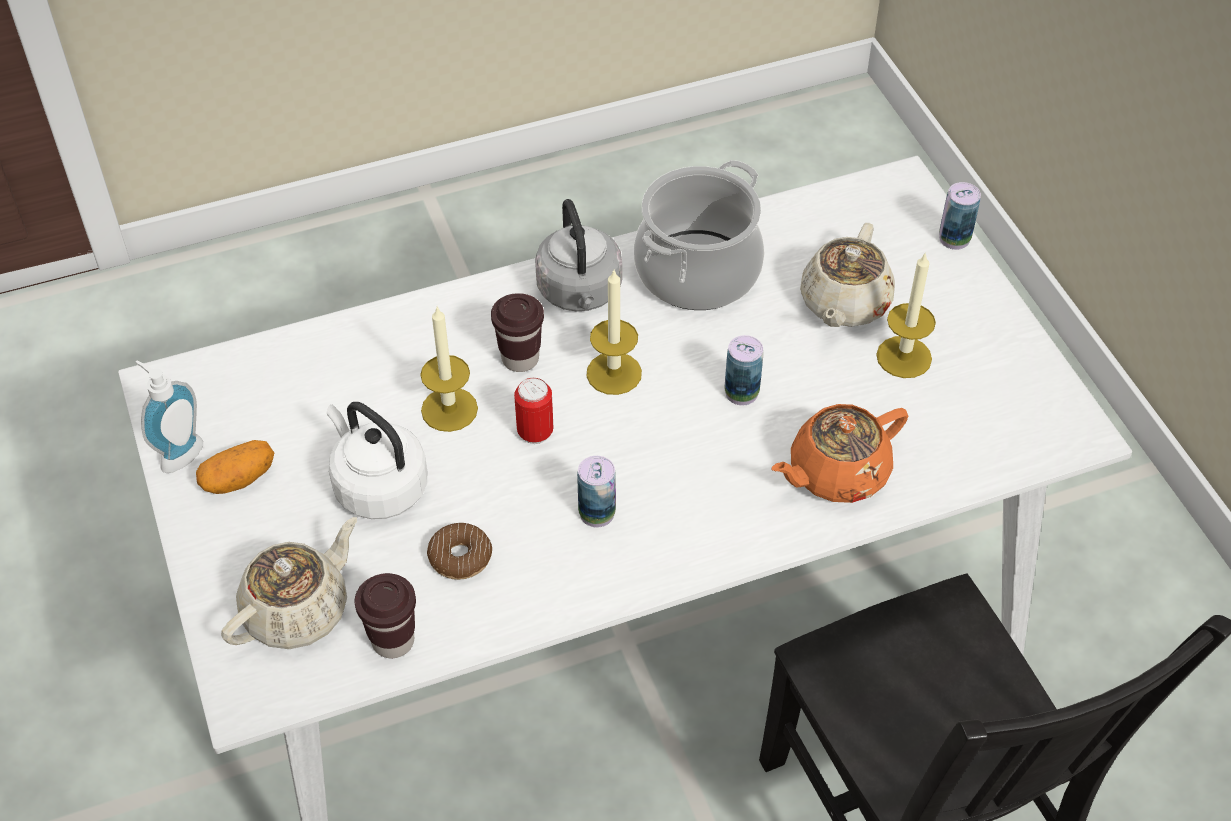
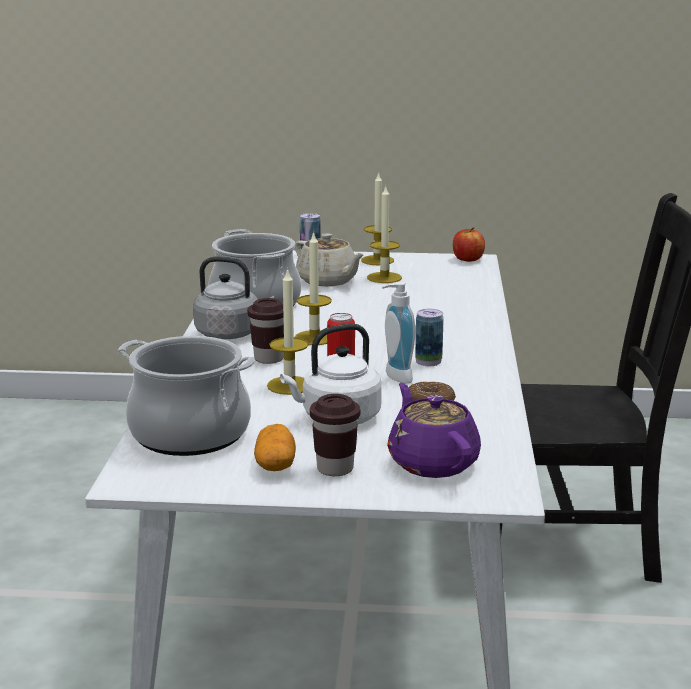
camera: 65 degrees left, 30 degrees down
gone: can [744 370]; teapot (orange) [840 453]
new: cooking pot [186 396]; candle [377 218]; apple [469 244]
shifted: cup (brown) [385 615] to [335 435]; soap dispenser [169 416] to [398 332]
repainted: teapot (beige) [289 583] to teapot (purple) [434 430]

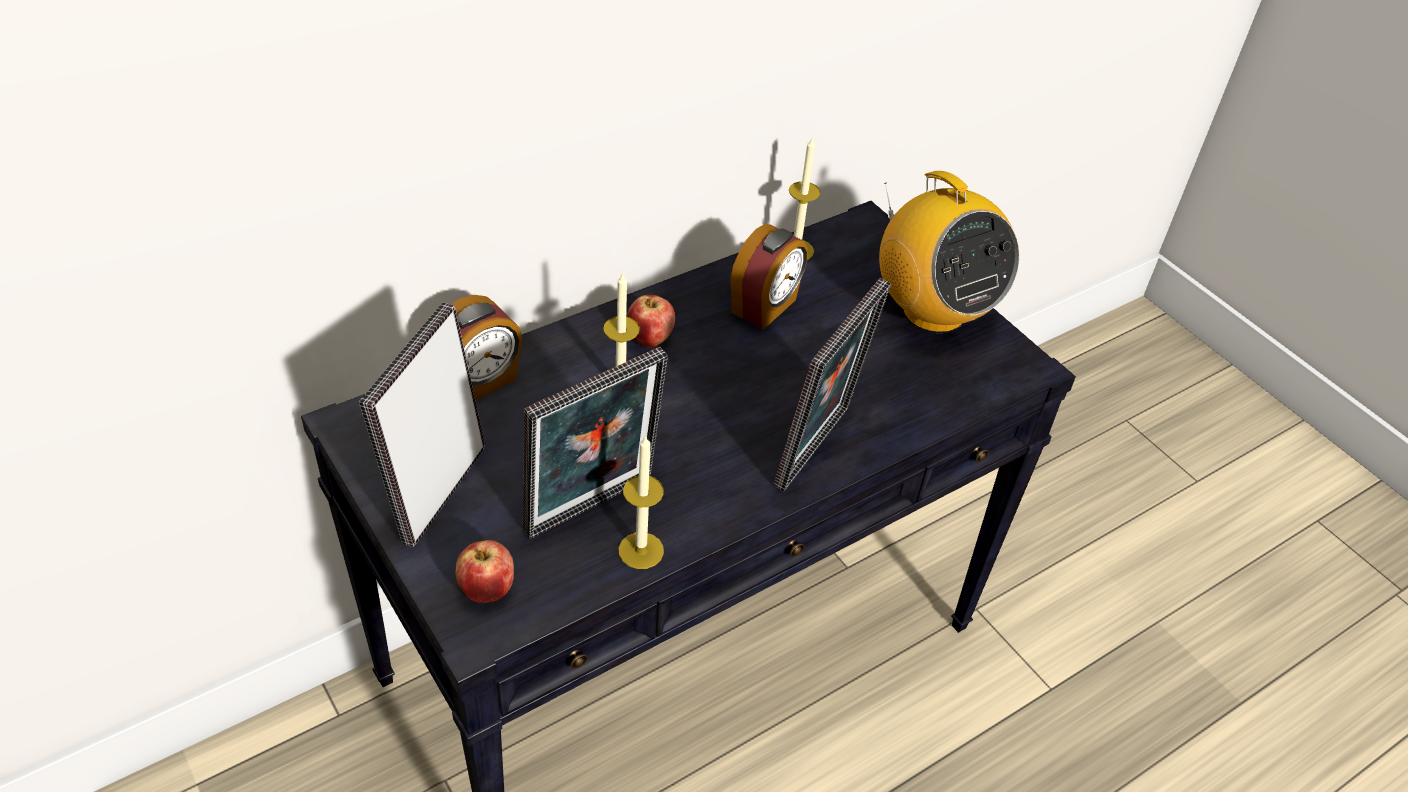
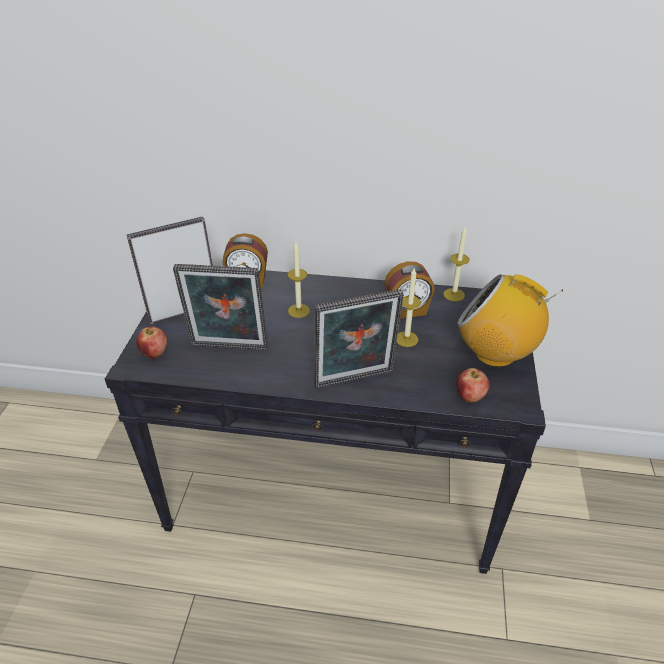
camera: 45 degrees right, 5 degrees down
shifted: candle [641 502] to [409 307]; apple [651 321] to [473 385]
rotated: radio [949 252] = [510 320] 105 degrees clockwise

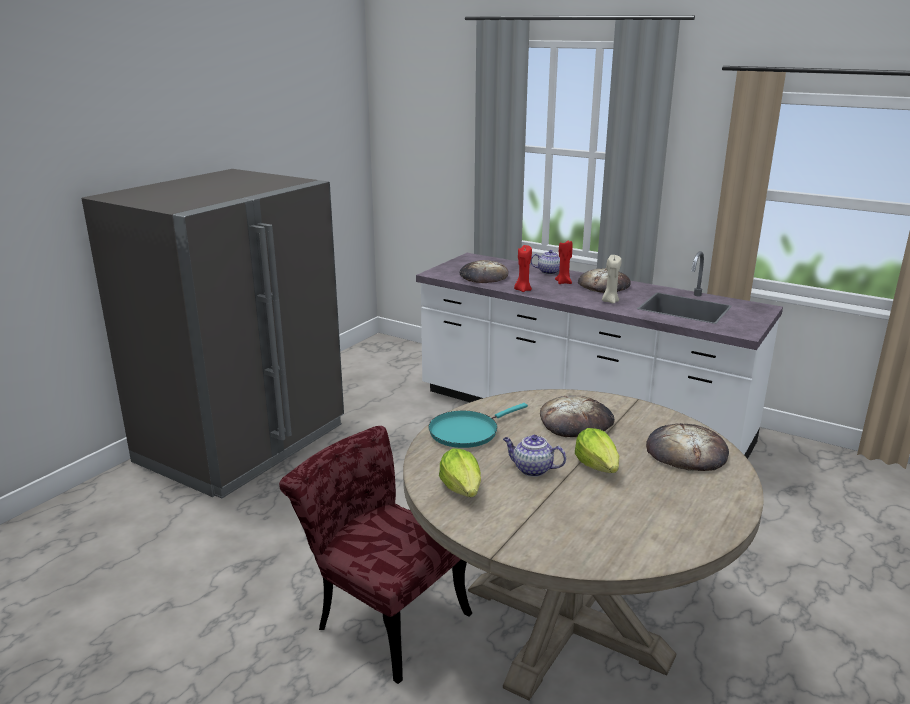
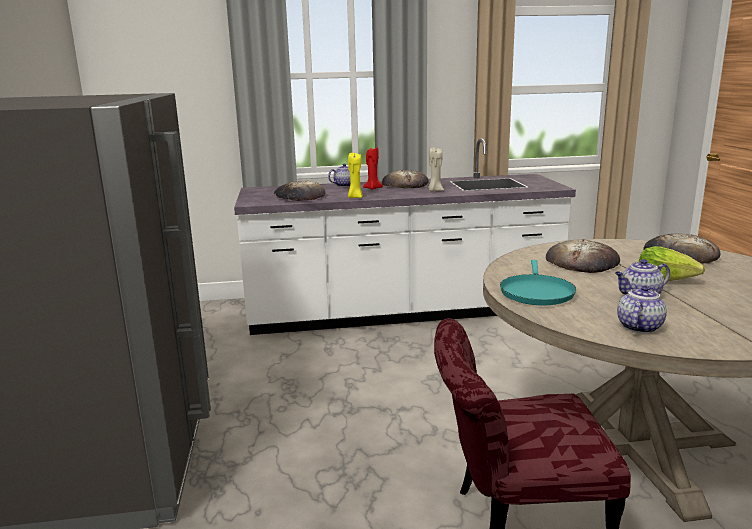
camera: 40 degrees left, 5 degrees down
swapped: lettuce [460 472] to teapot [642 309]
repainted: candle (red) [523 268] to candle (yellow) [355 175]

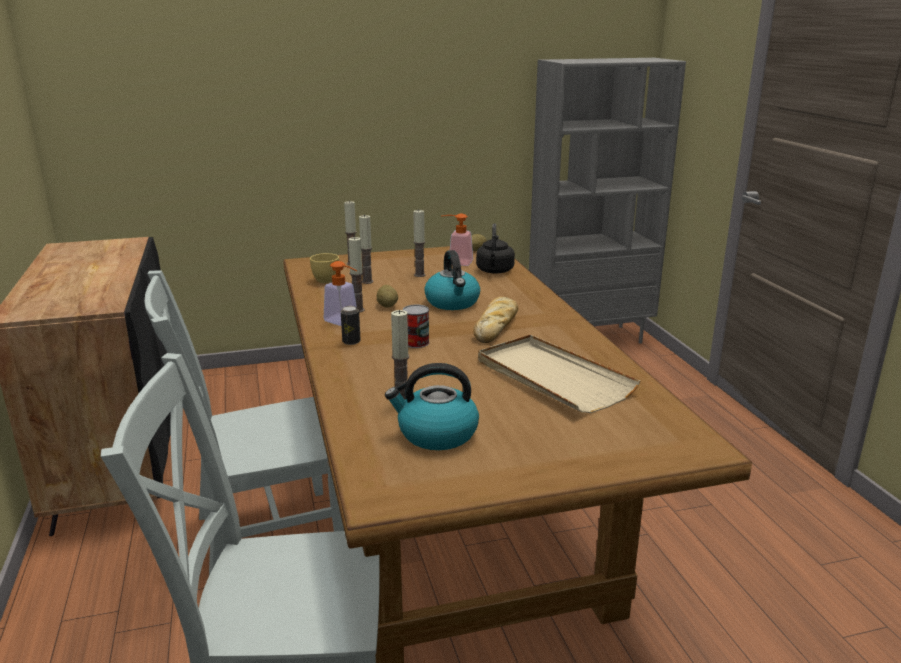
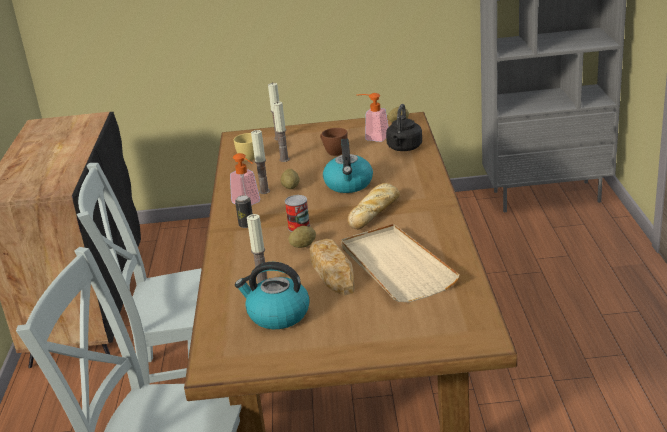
camera: 15 degrees right, 5 degrees up
new: potato [302 237]; bread [332 267]
swapped: candle [419 243] to cup (brown) [334 142]

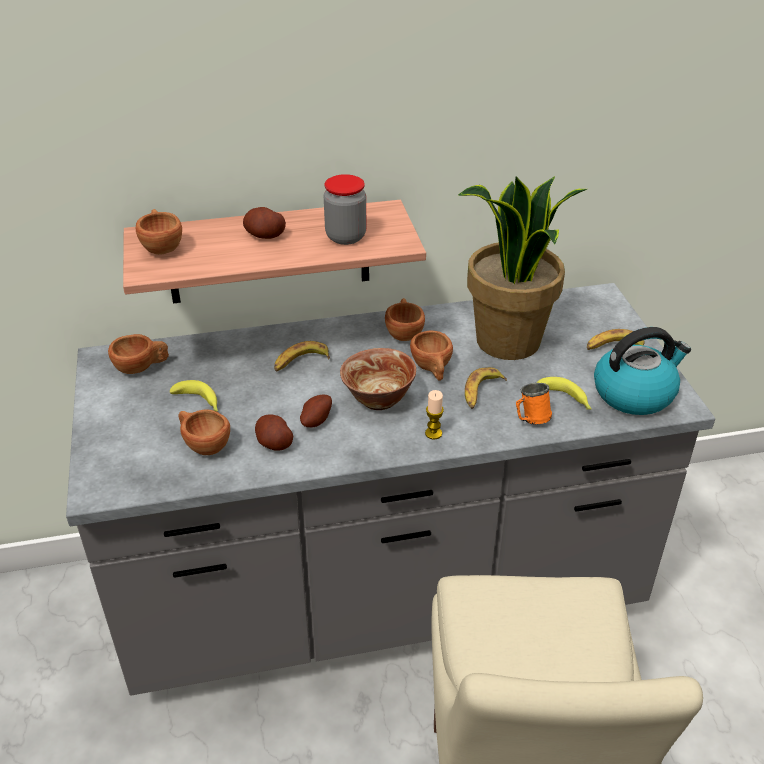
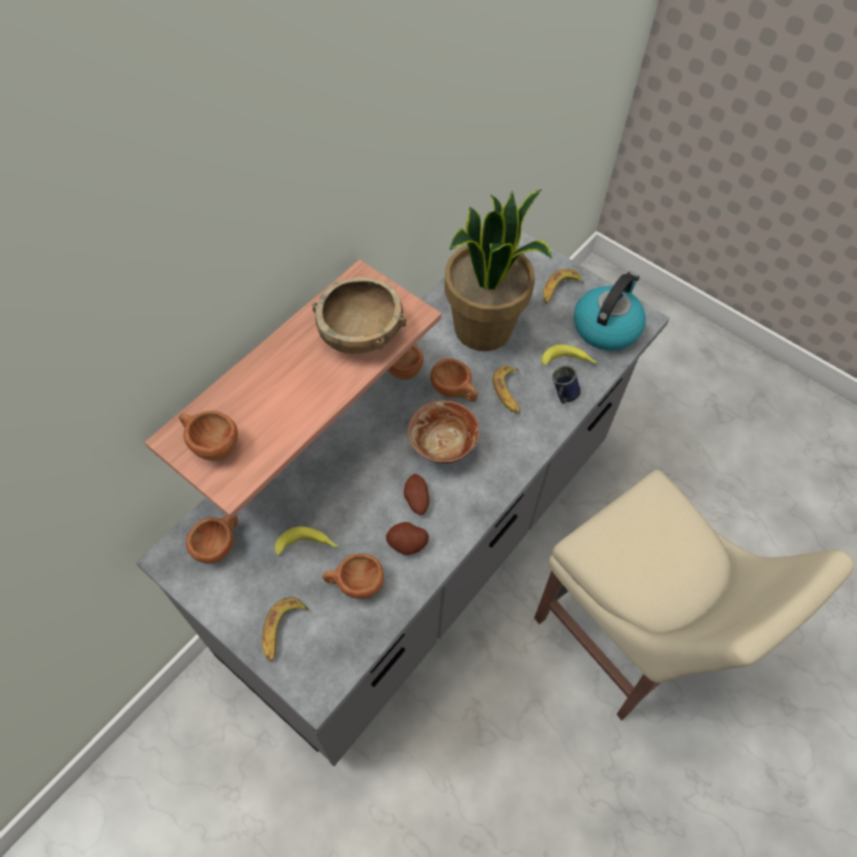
camera: 40 degrees left, 20 degrees up
gone: potato [264 223]; candle [434 414]
shifted: banana [302 356] to [285 629]
swapped: jar [345 209] to bowl (brown) [359 315]
repainted: mug (orange) [534 404] to mug (blue) [566 385]

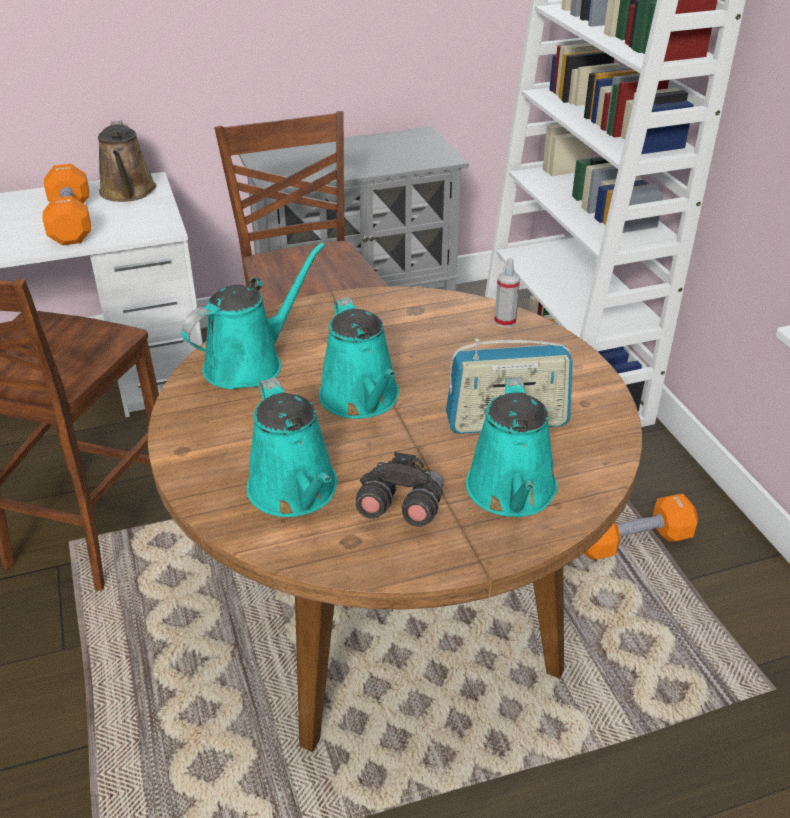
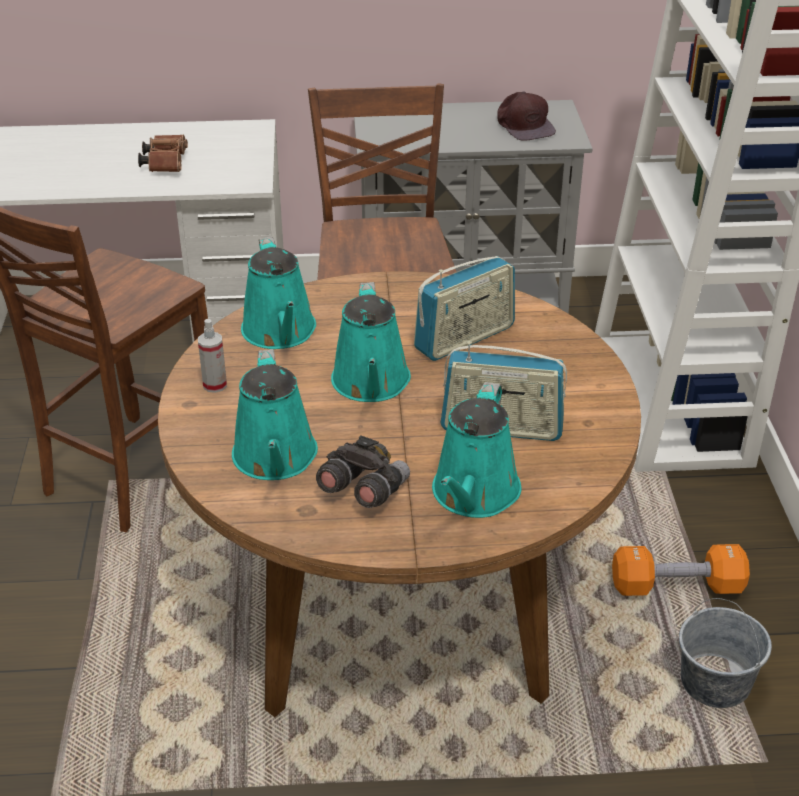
camera: 15 degrees right, 0 degrees up
gone: watering can (brown) [127 161]
new: radio [464 308]; cap (brown) [526 116]; bucket (grey) [725 653]
shifted: spray bottle [507 293] to [212 356]
swapped: dumbbell (orange) [67 204] to binoculars (brown) [163 153]
rotated: watering can (turquoise) [253 316] = [278 293] 105 degrees clockwise

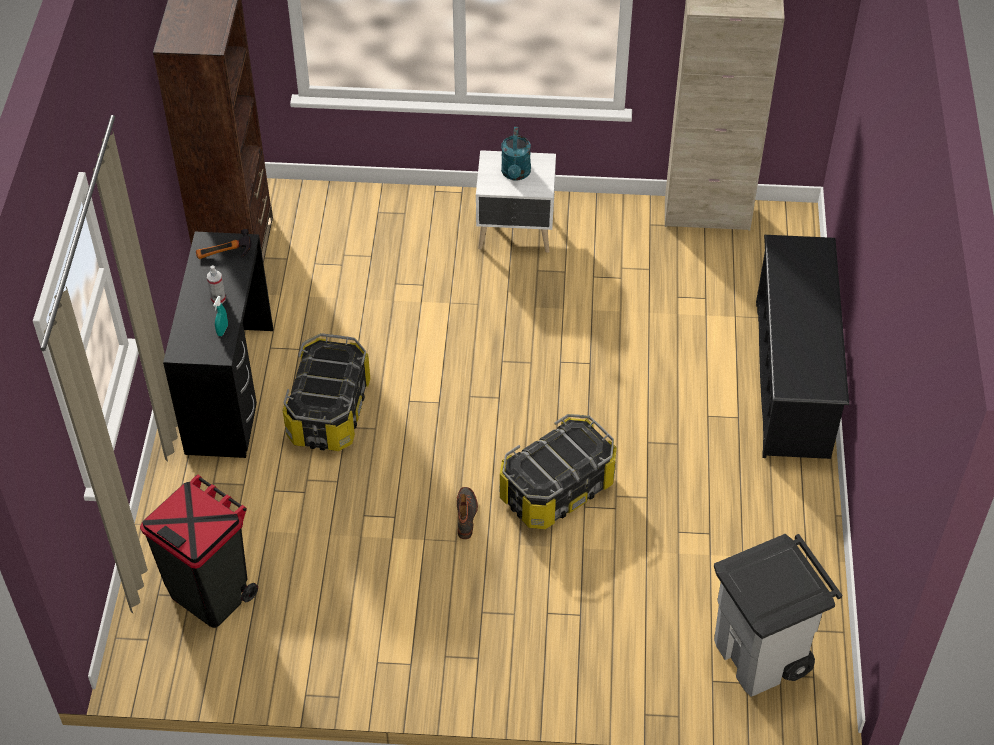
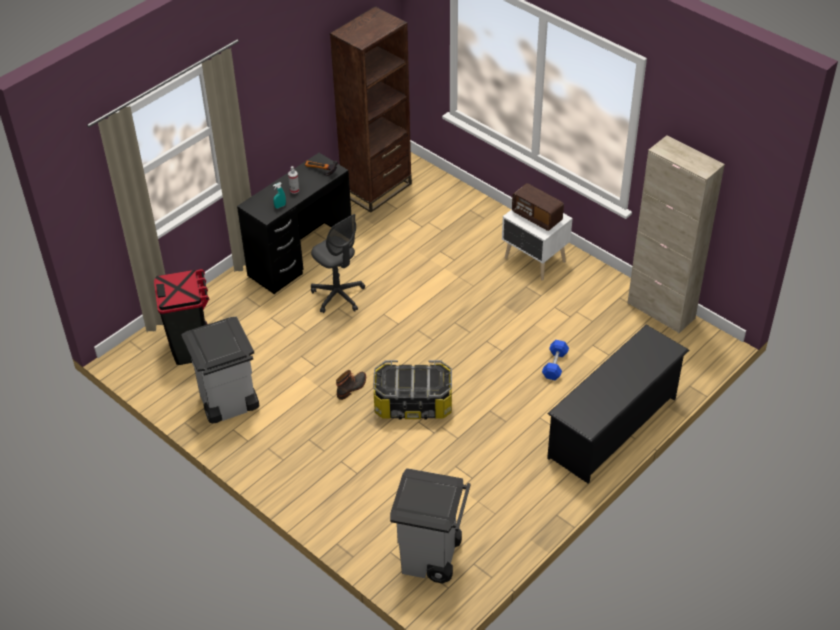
camera: 40 degrees right, 5 degrees down
new: trash can (grey) [220 369]; dumbbell (blue) [555 360]
swapped: storage box [326 392] to office chair (grey) [338 263]; watering can (turquoise) [516 154] to radio [538 207]

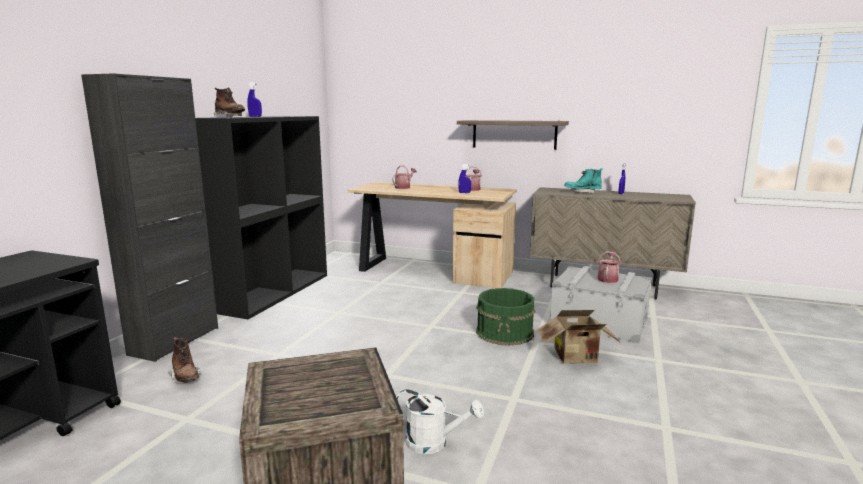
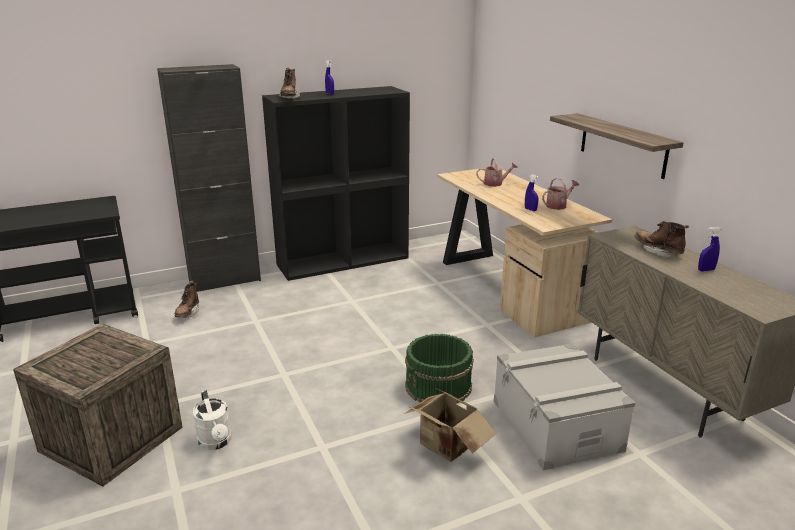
camera: 45 degrees right, 10 degrees up
gone: watering can [609 267]
repainted: boot (turquoise) [583 181] to boot (brown) [661 239]

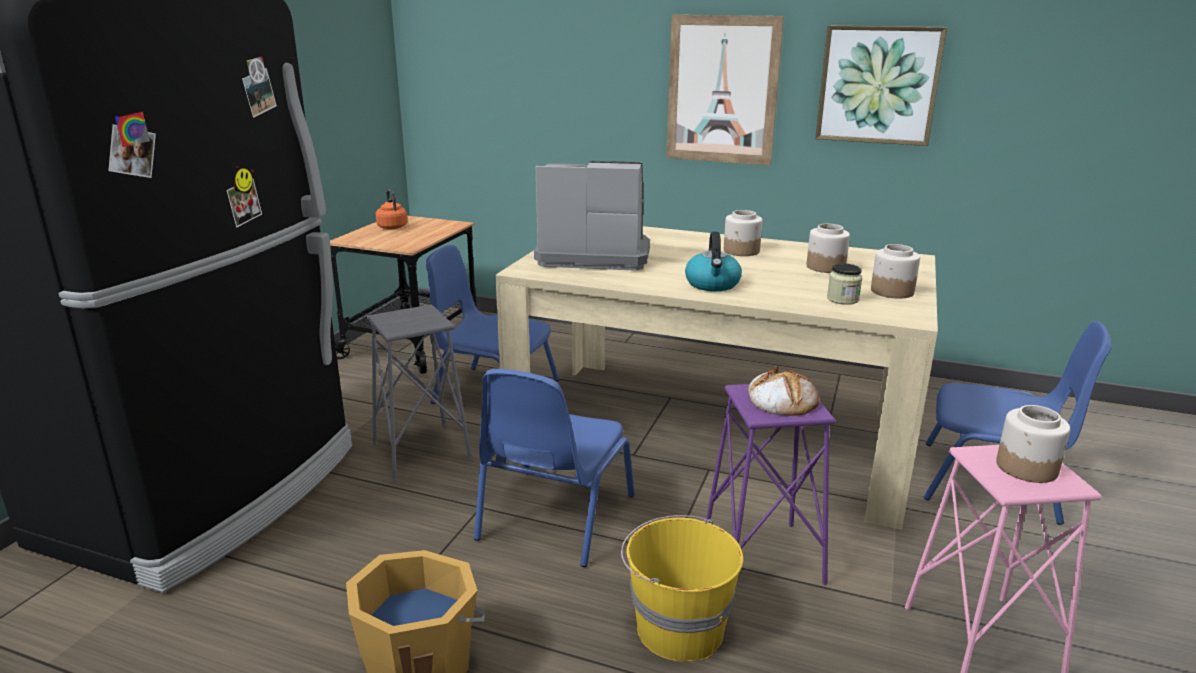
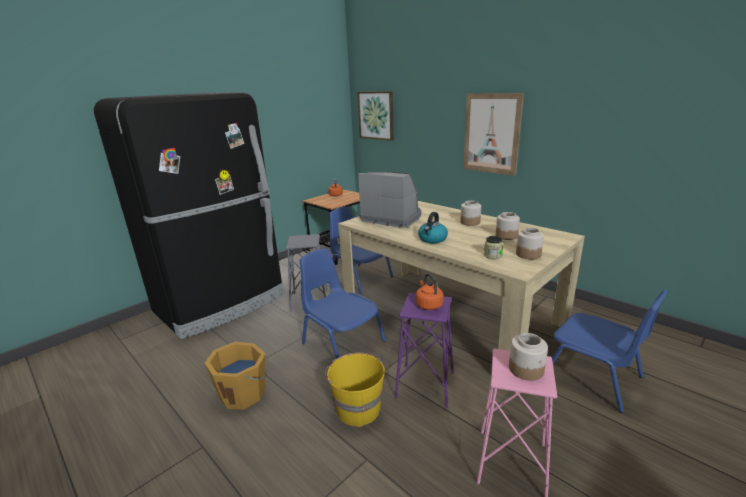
camera: 25 degrees right, 0 degrees up
shifted: picture [881 85] to [375 116]
swapped: bread [783 391] to kettle (orange) [429 292]
rotated: chair (blue) [554 468] = [343 304] 90 degrees clockwise

